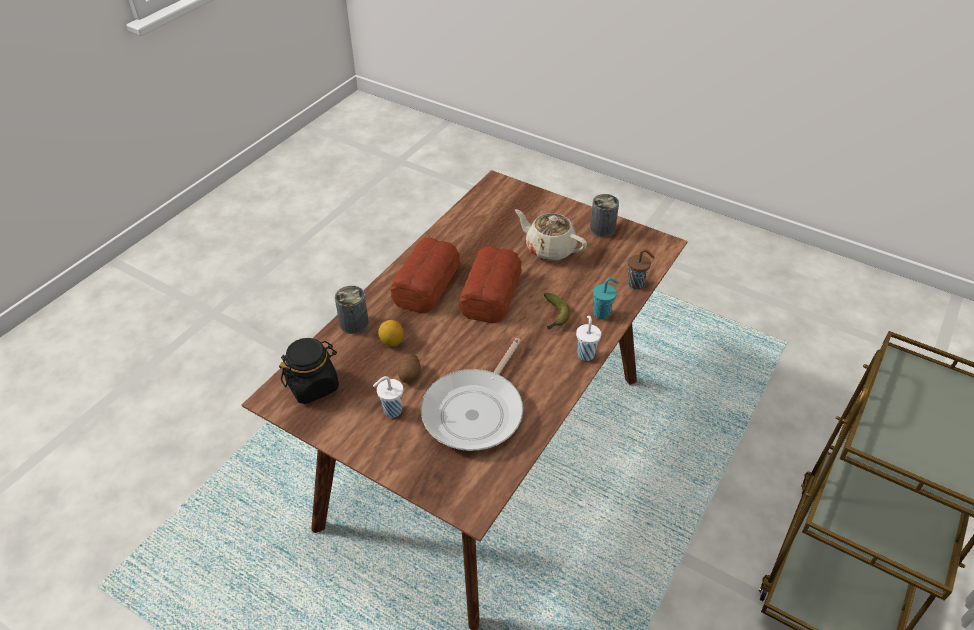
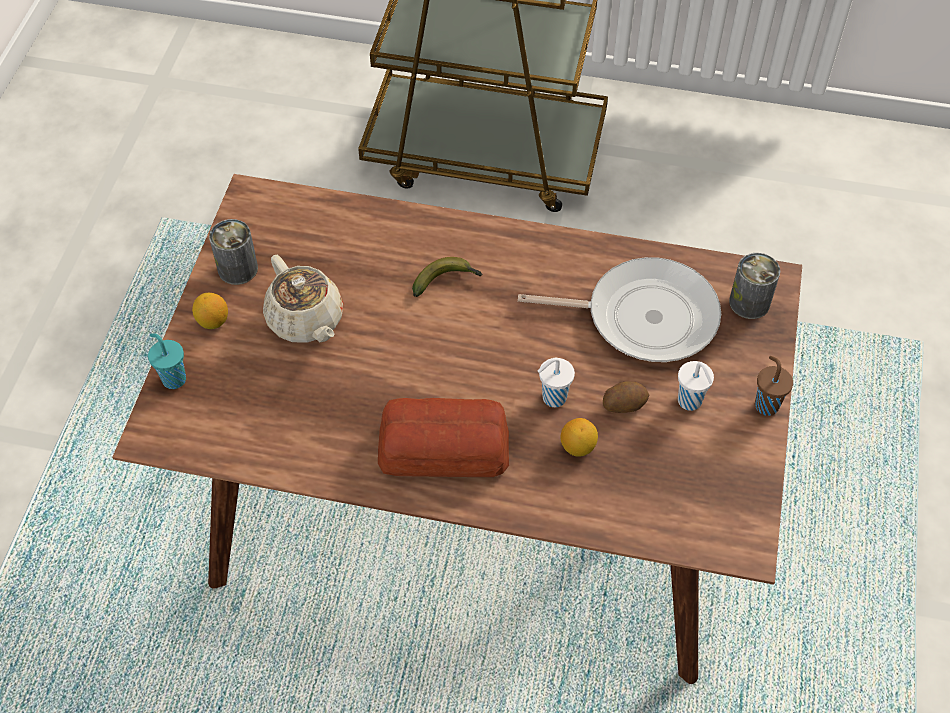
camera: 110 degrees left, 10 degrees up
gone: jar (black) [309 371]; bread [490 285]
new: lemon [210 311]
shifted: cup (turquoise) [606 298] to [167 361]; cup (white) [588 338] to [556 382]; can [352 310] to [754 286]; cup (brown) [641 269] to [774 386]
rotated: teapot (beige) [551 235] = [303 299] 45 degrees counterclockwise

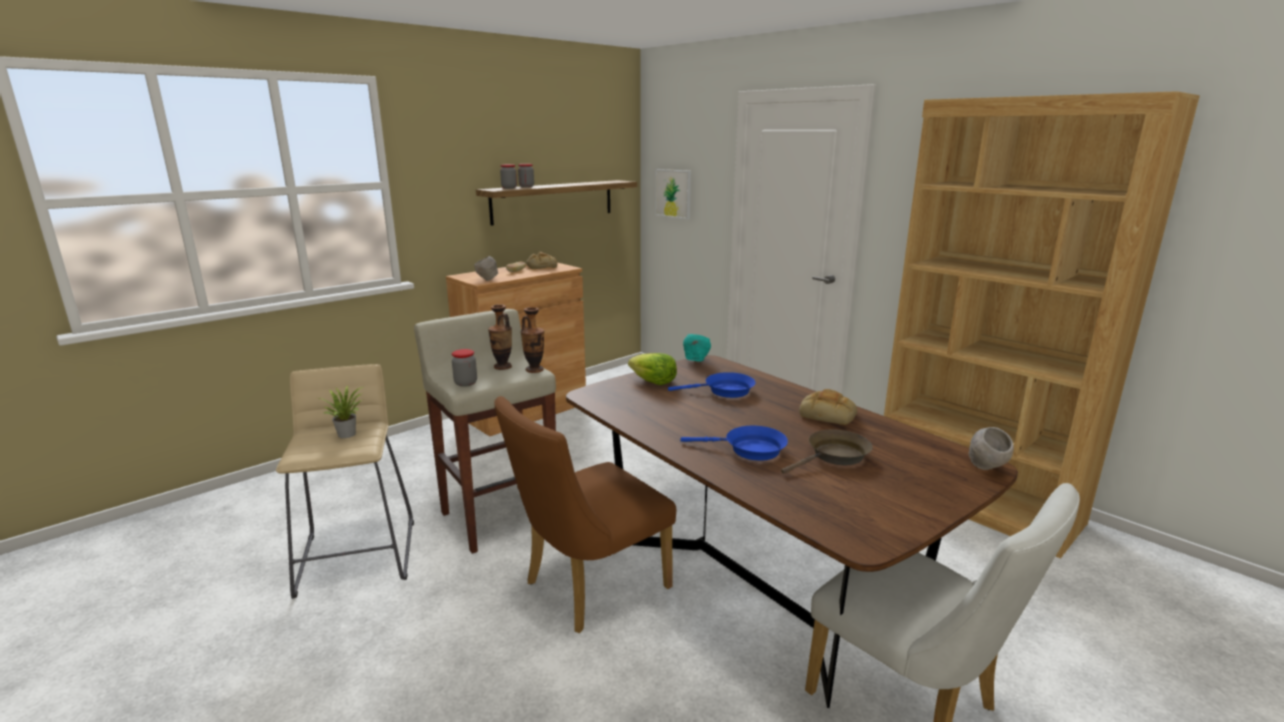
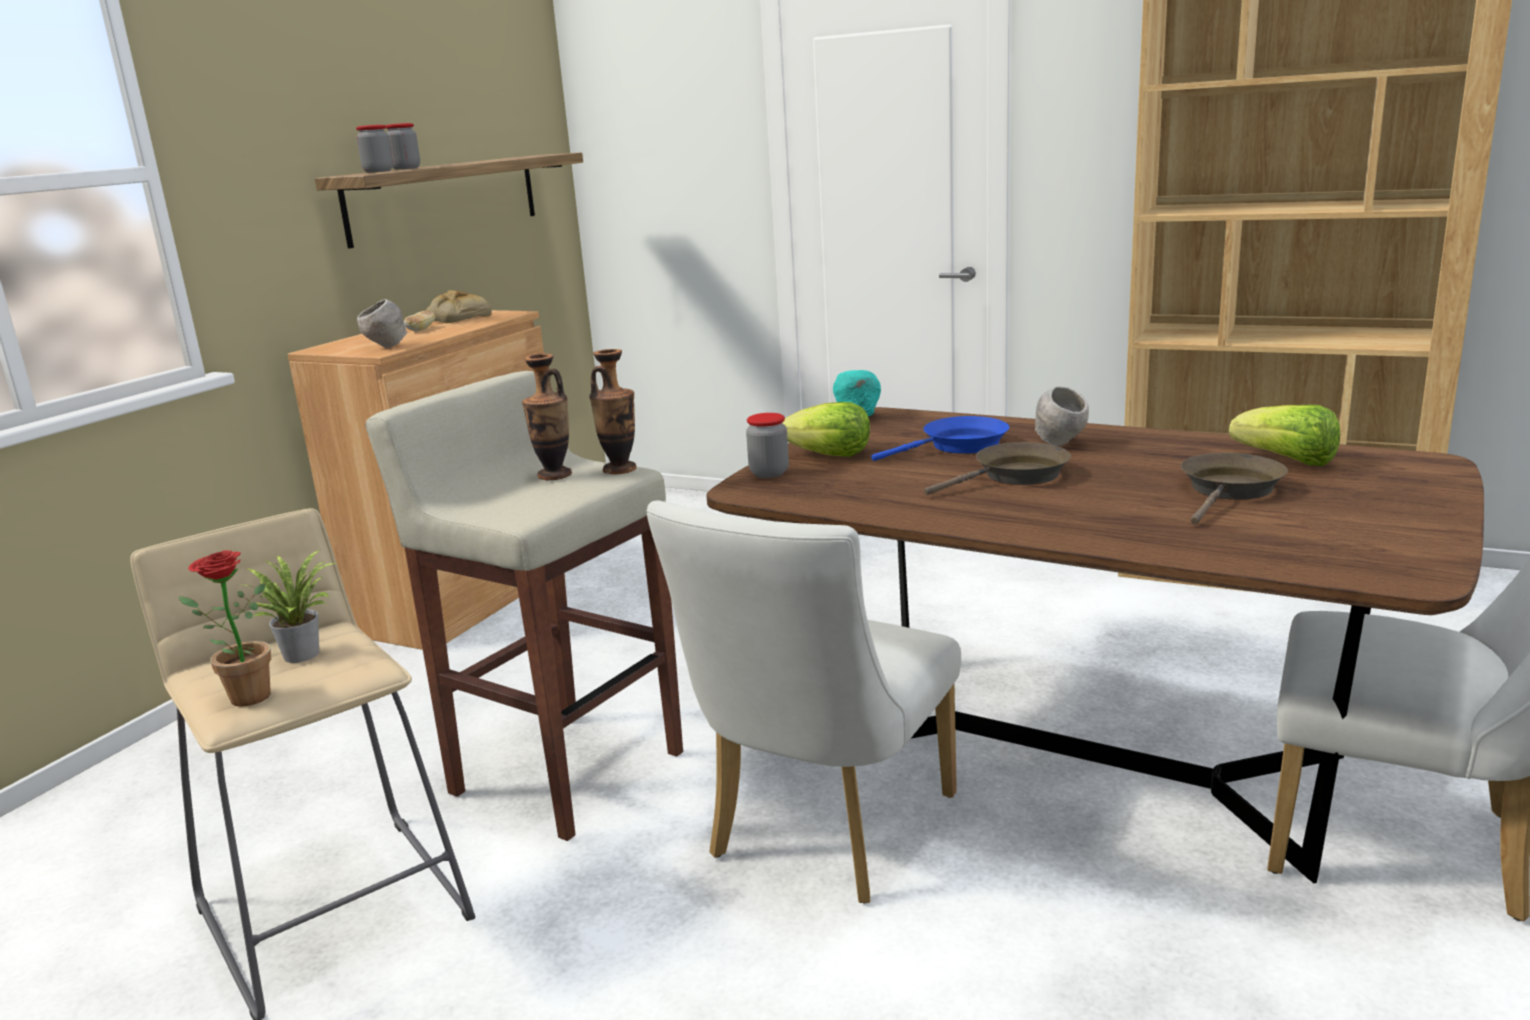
camera: 20 degrees left, 0 degrees up
gone: picture [673 194]; frying pan (blue) [734 443]; bread [828 407]
new: potted plant [225 628]; frying pan (brown) [997 468]; lettuce [1284 435]
shifted: jar [464 368] to [767 445]; bowl (grey) [991 448] to [1062 416]
repainted: chair (brown) [585 514] to chair (white) [803 702]

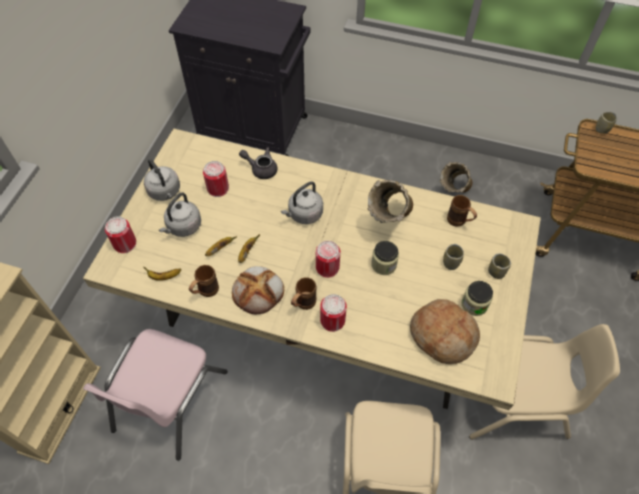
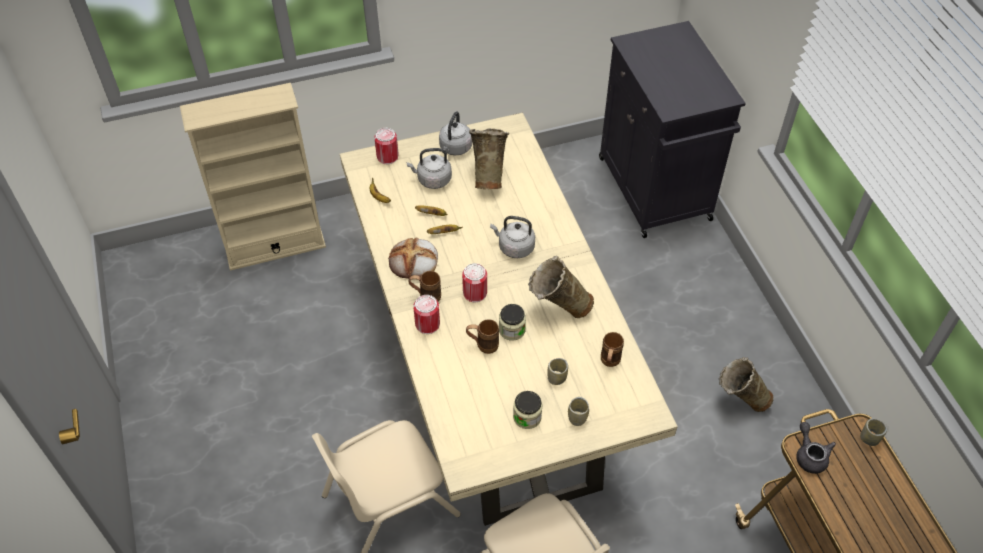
camera: 55 degrees right, 5 degrees down
gone: chair (pink) [155 395]; bread [445 331]
shifted: mug (brown) [204 281] to [482 336]; teapot (grey) [258 163] to [816 448]
swapped: can [216 179] to vase (beige) [489 158]

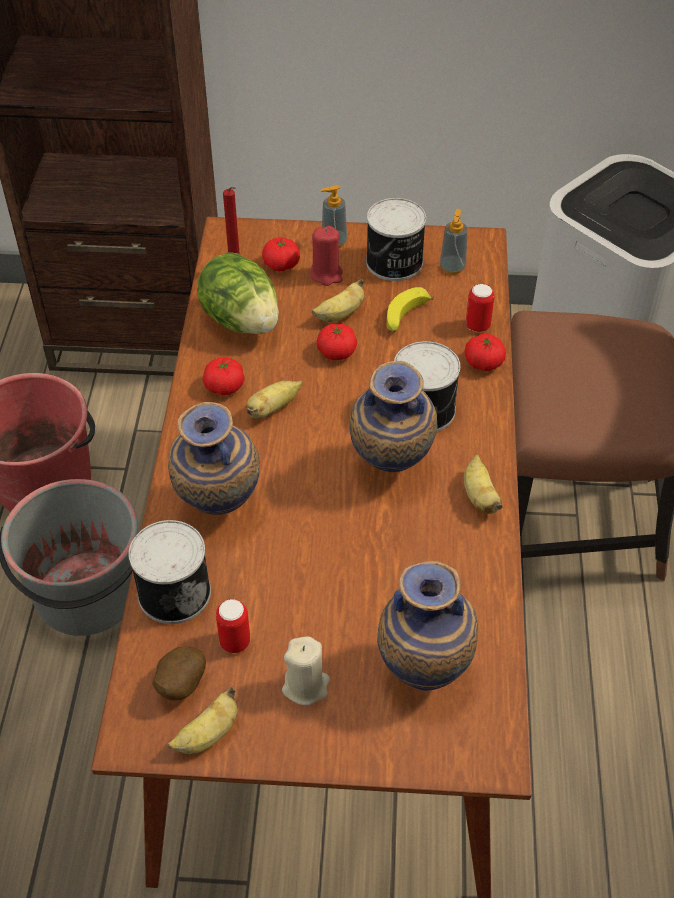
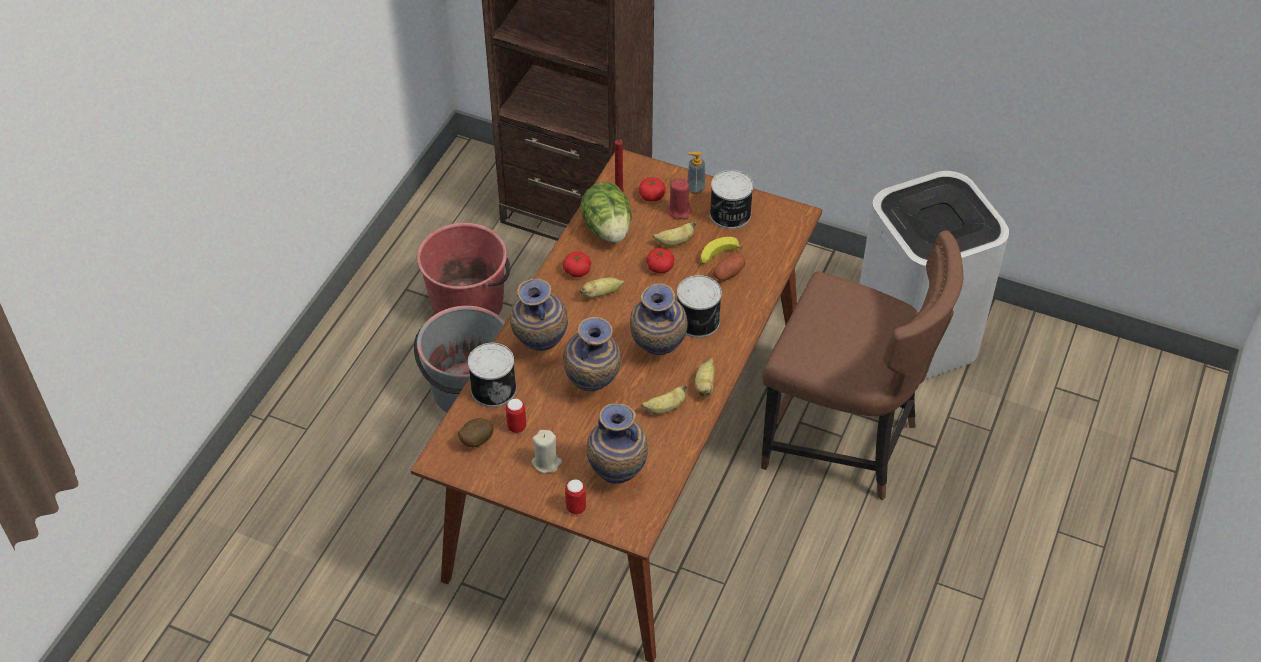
camera: 20 degrees right, 0 degrees up
gone: soap dispenser [454 242]; tomato [485 352]
new: vase [592 354]; potato [729 267]
shifted: can [480 308] to [575 496]; banana [203 720] to [664 399]

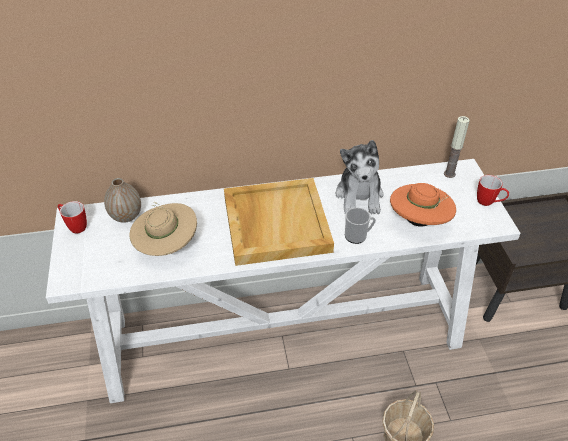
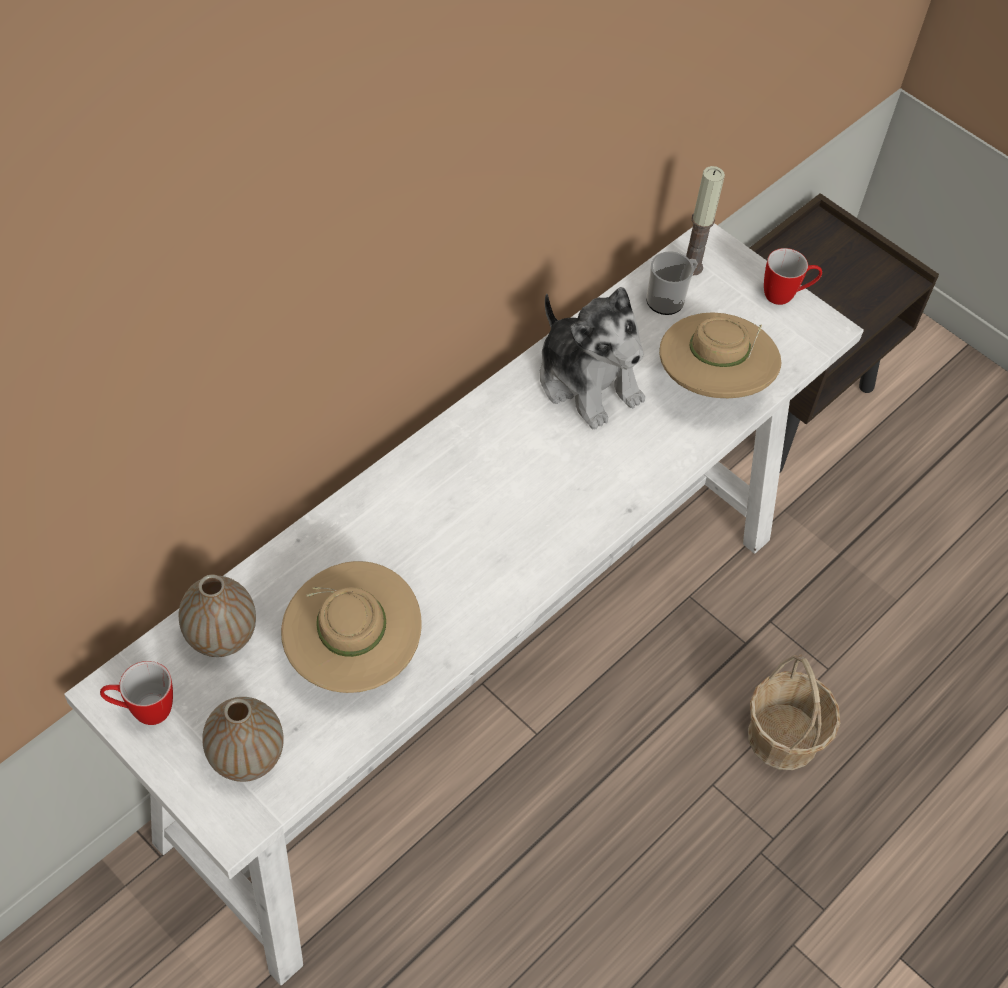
camera: 40 degrees left, 10 degrees up
gone: tray (beige) [279 222]
new: vase [243 739]
shifted: mug [360 225] to [672 283]
repainted: hat (orange) [423 204] to hat (beige) [720 355]

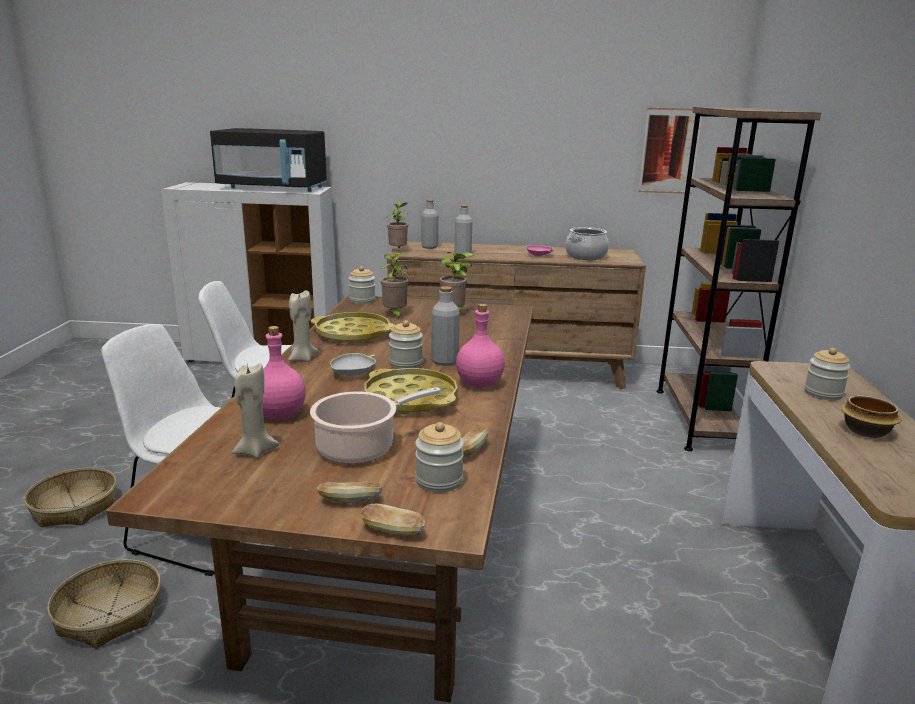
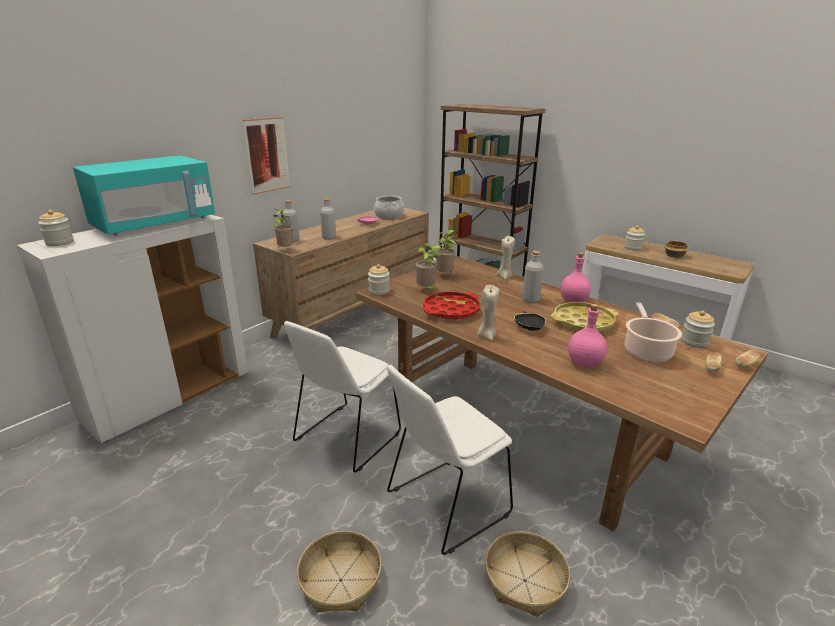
camera: 55 degrees left, 5 degrees up
shifted: jar [406 344] to [56 228]; picture [670 151] to [266 156]; candle (beige) [255 411] to [506 257]
repainted: microwave (black) [268 160] to microwave (turquoise) [144 195]; tray (yellow) [353 327] to tray (red) [451 306]; bowl (white) [353 365] to bowl (black) [530 321]

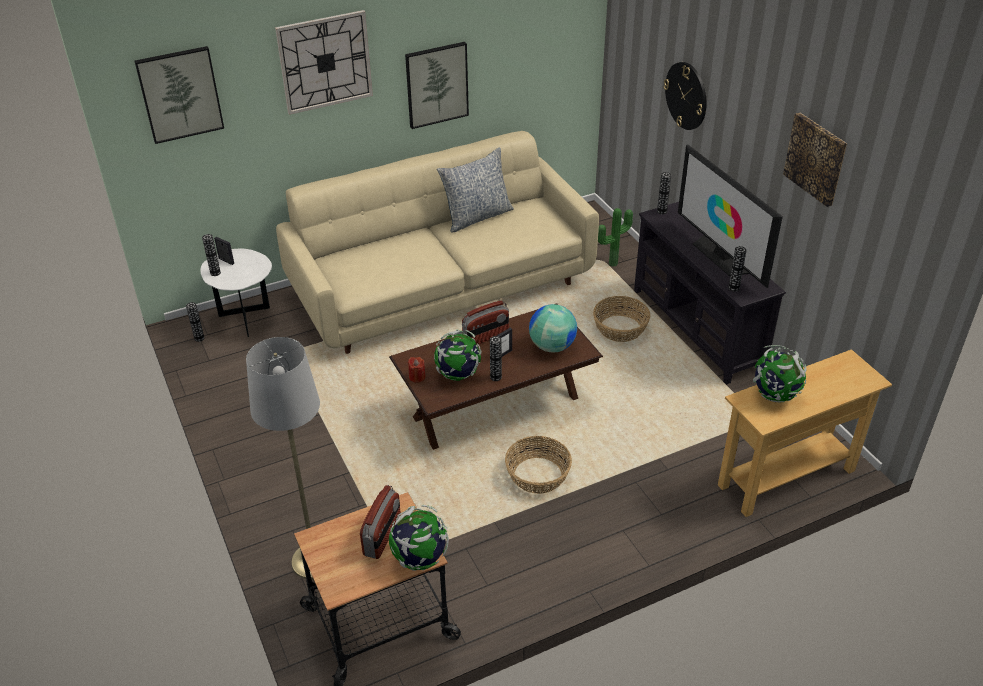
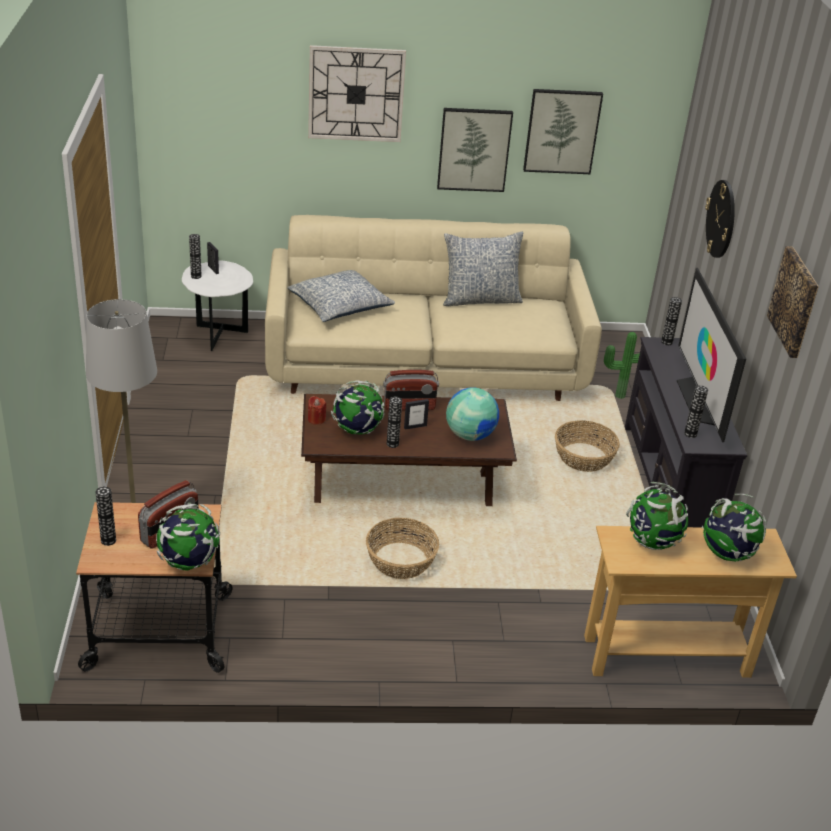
camera: 20 degrees right, 5 degrees down
new: pillow [341 296]; globe [734 528]
shifted: vase [195 322] to [106 516]; picture [179 95] to [563 131]

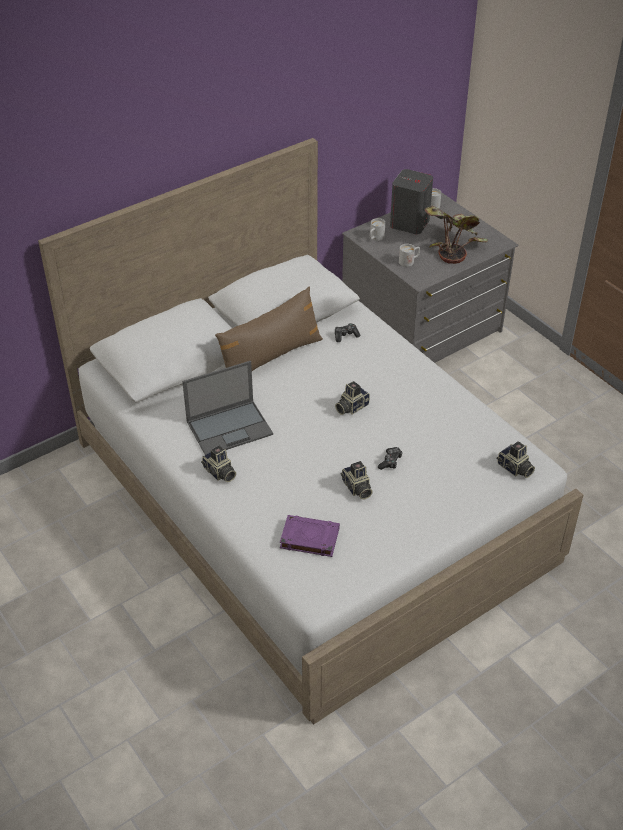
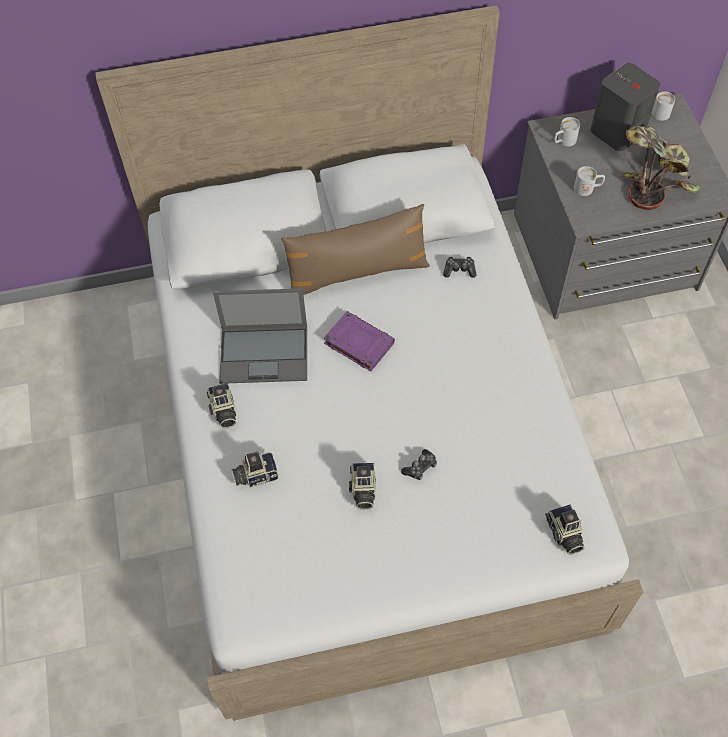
camera: 25 degrees right, 15 degrees up
shifted: photo camera [352 398] to [255 470]; book (purple) [310 536] to [359 341]

